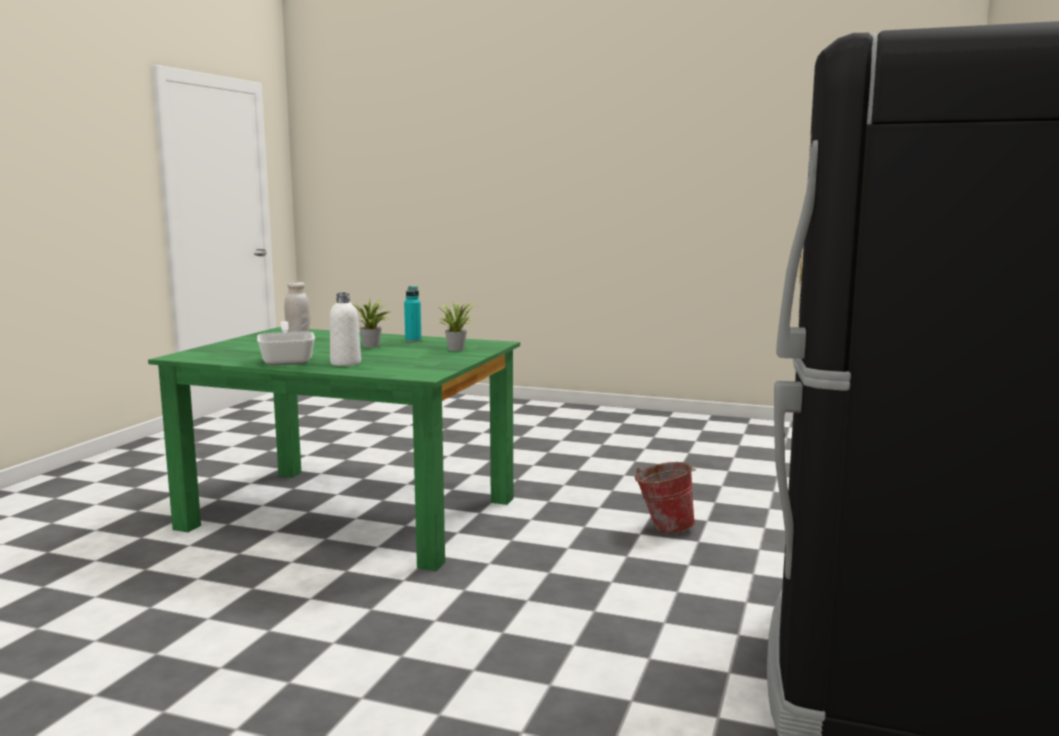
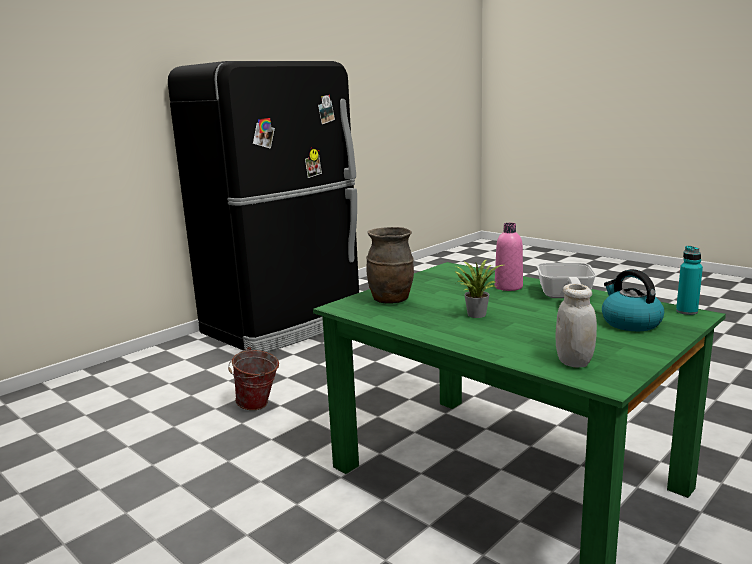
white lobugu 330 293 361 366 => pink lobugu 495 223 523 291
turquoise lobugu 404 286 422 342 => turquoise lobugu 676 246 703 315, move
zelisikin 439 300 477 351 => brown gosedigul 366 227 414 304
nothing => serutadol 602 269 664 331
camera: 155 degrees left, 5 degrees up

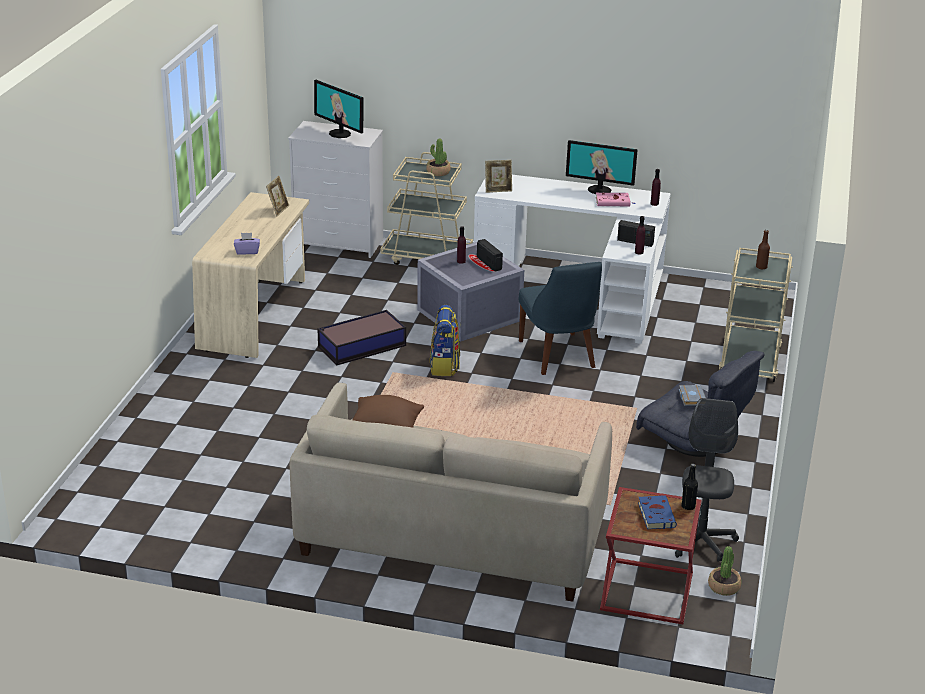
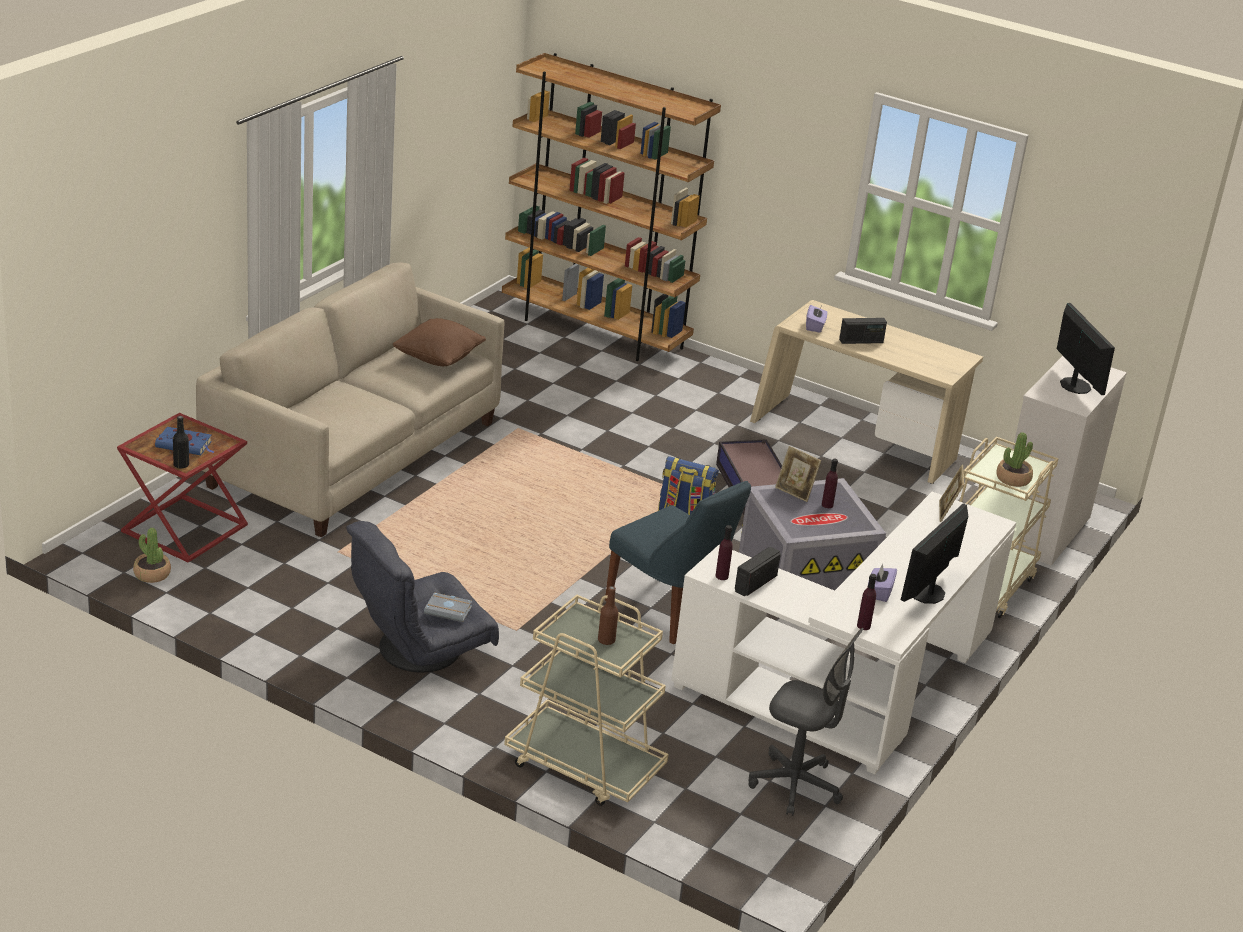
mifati 266 176 289 217 => mifati 775 446 821 502, move
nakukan 314 80 364 138 => nakukan 1057 303 1115 395, 105 degrees clockwise
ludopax 477 239 503 272 => ludopax 839 318 887 344, move
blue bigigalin 519 262 602 375 => blue bigigalin 605 481 751 644, 135 degrees counterclockwise
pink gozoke 596 193 635 206 => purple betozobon 868 563 897 602
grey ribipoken 675 398 739 562 => grey ribipoken 749 628 864 816, move
nothing => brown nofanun 502 53 721 361
camera: 105 degrees right, 0 degrees up

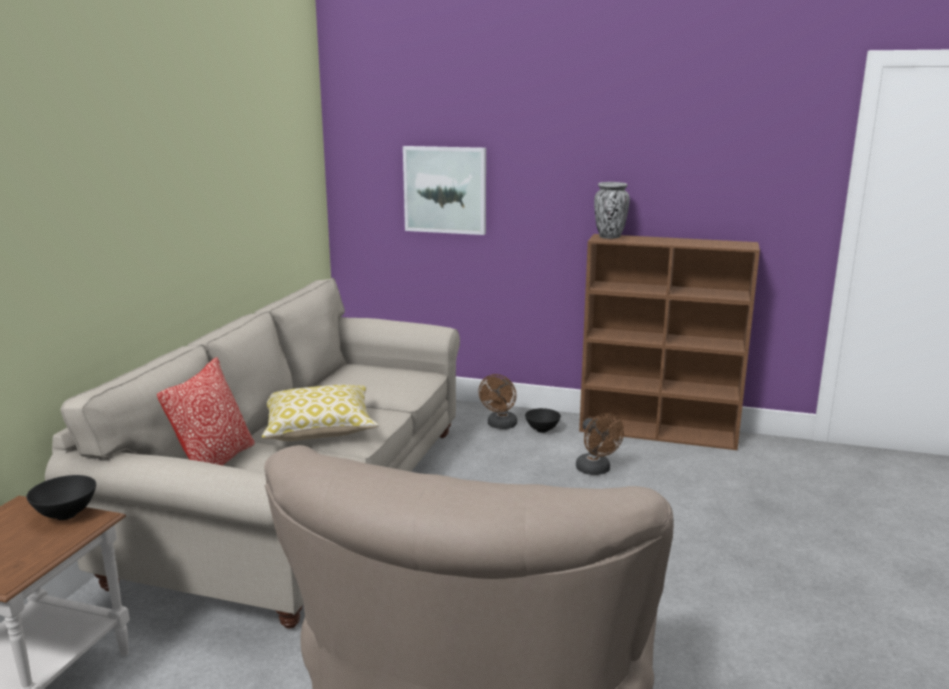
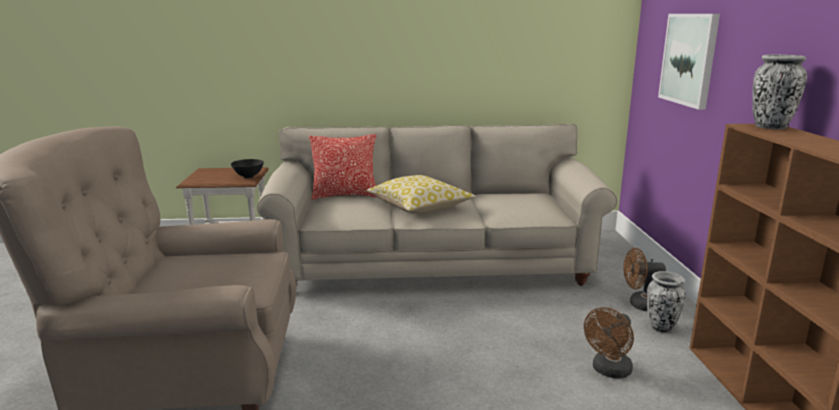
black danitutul 525 408 561 433 => gosedigul 647 271 686 333
camera: 70 degrees right, 0 degrees up

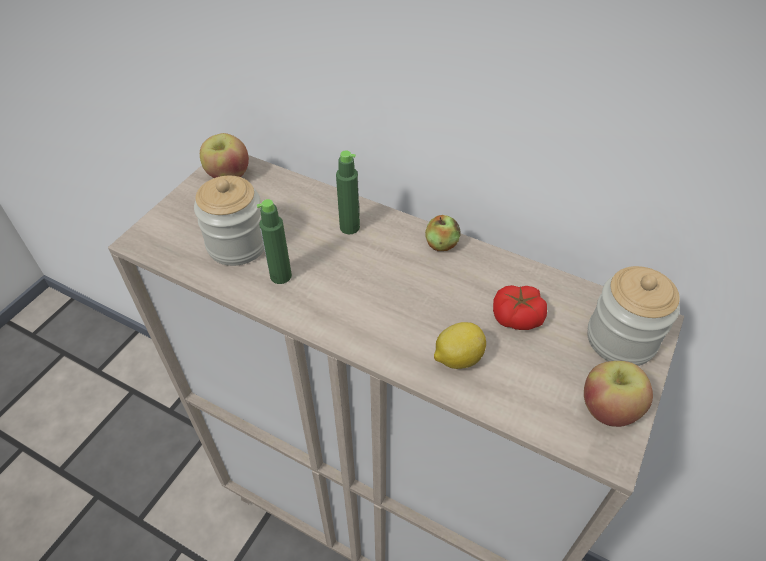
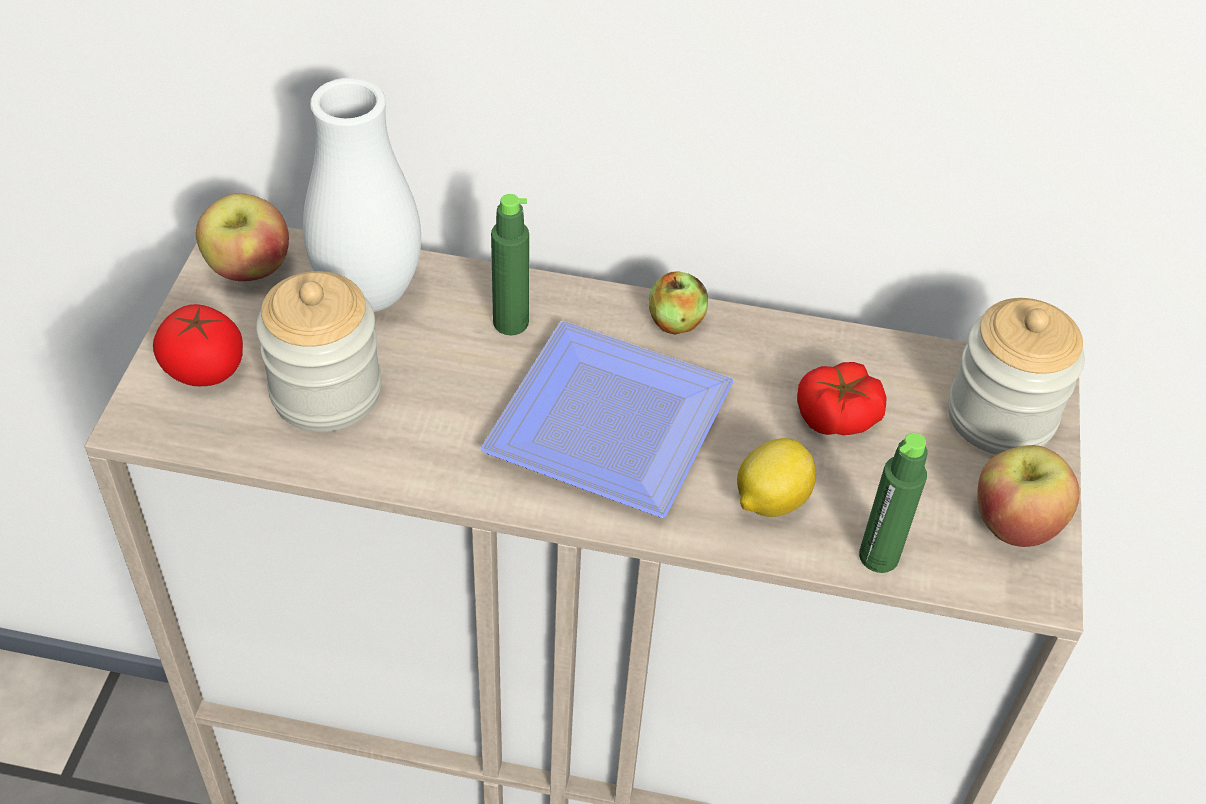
green lobugu 257 199 292 284 => green lobugu 859 433 928 573, move
nothing => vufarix 153 304 243 386
nothing => white gosedigul 303 78 421 312
nothing => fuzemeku 480 321 734 518
camera: 20 degrees left, 0 degrees up

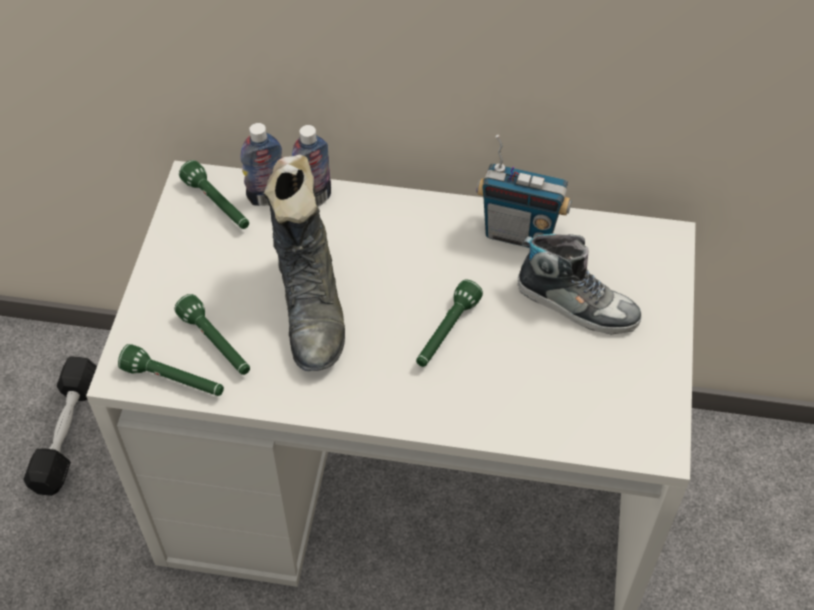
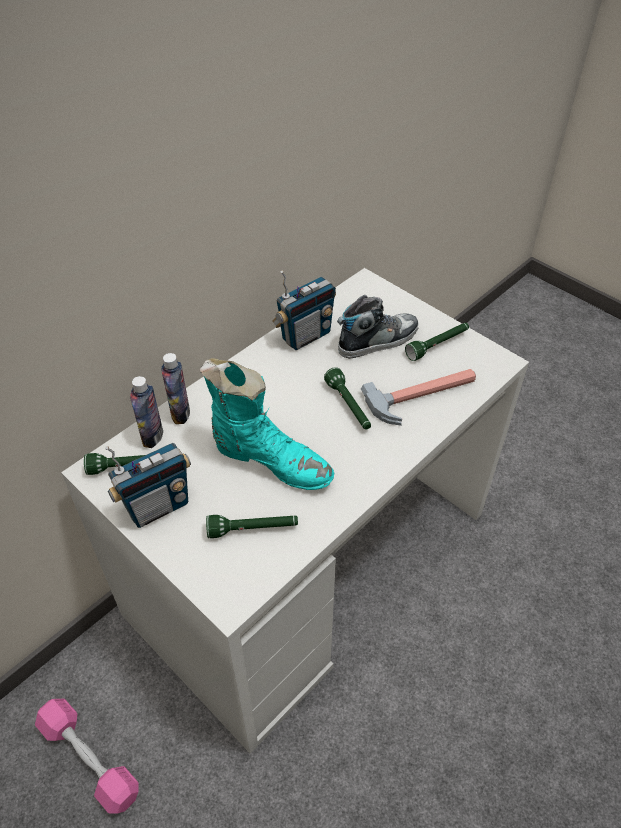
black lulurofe 24 356 97 496 => pink lulurofe 35 699 139 814
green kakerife 118 344 224 396 => green kakerife 405 323 469 361, move
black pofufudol 264 154 345 371 => turquoise pofufudol 200 358 334 490
nothing => ludopax 105 443 191 528
nothing => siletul 361 369 476 426
camera: 55 degrees left, 5 degrees down

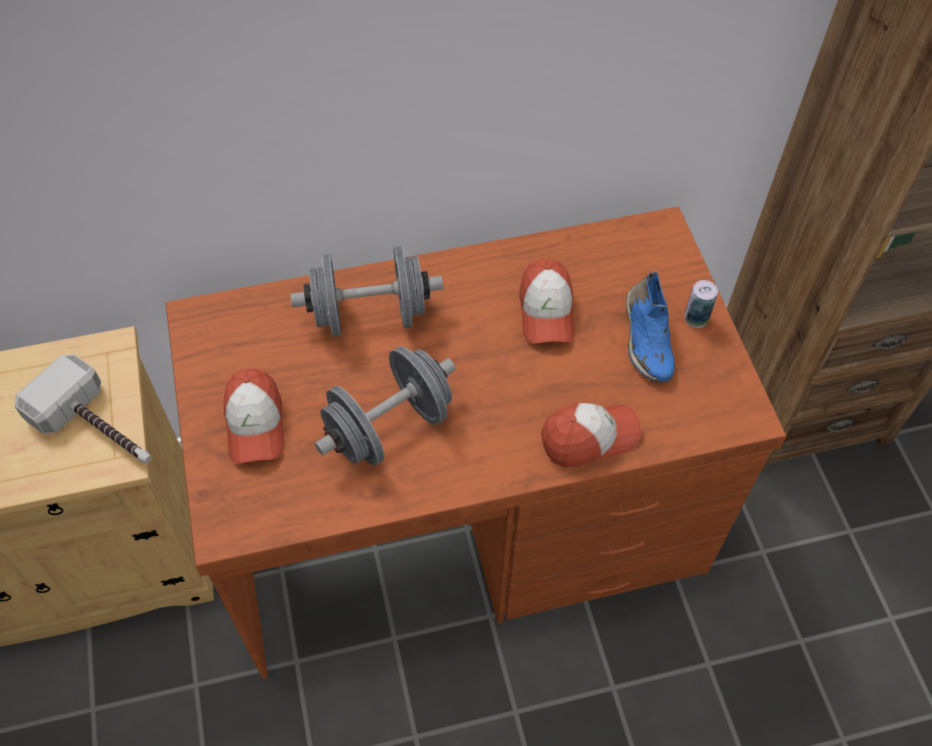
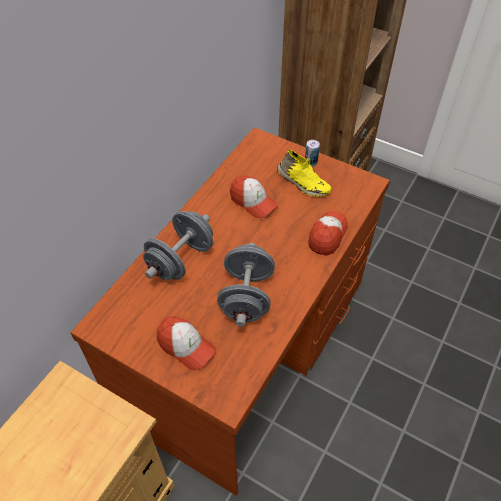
siletul 15 355 151 463 => nothing
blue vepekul 626 271 674 382 => yellow vepekul 277 149 332 196
camera: 45 degrees left, 5 degrees down

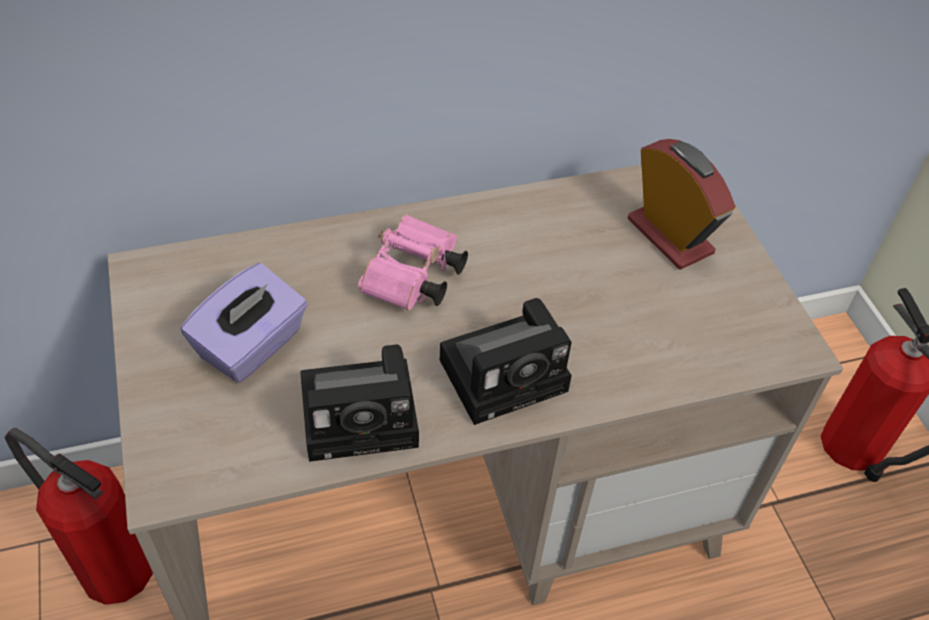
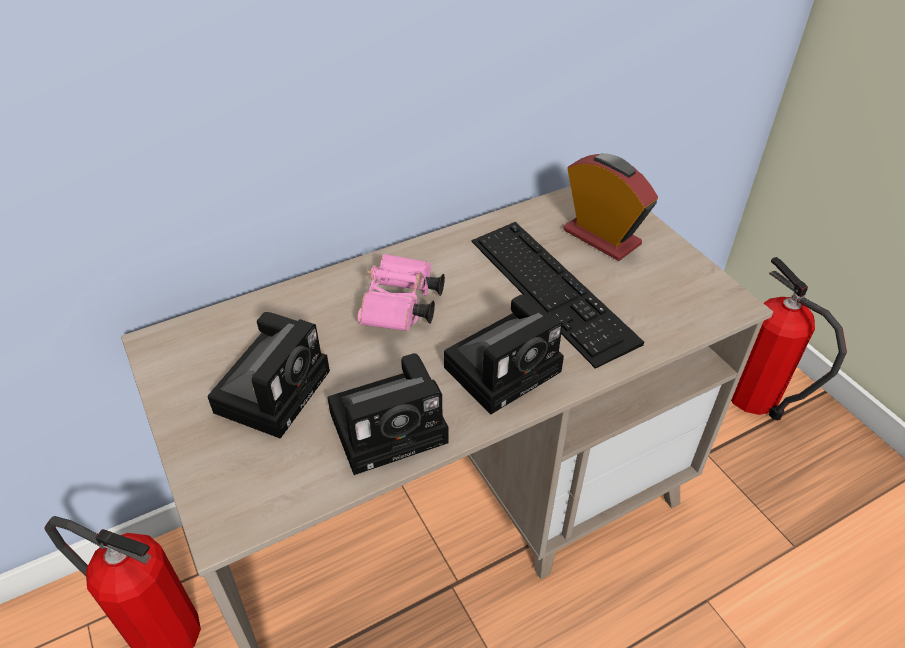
purple betozobon 181 263 308 383 => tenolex 208 312 330 439
nothing => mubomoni 471 222 644 369
camera: 10 degrees left, 5 degrees down

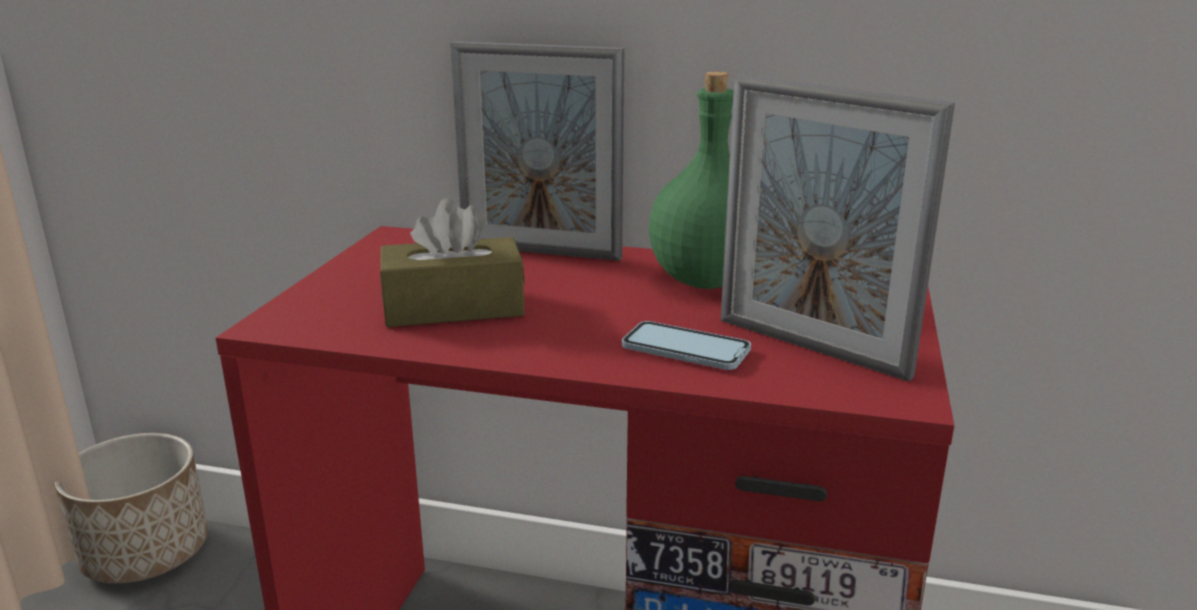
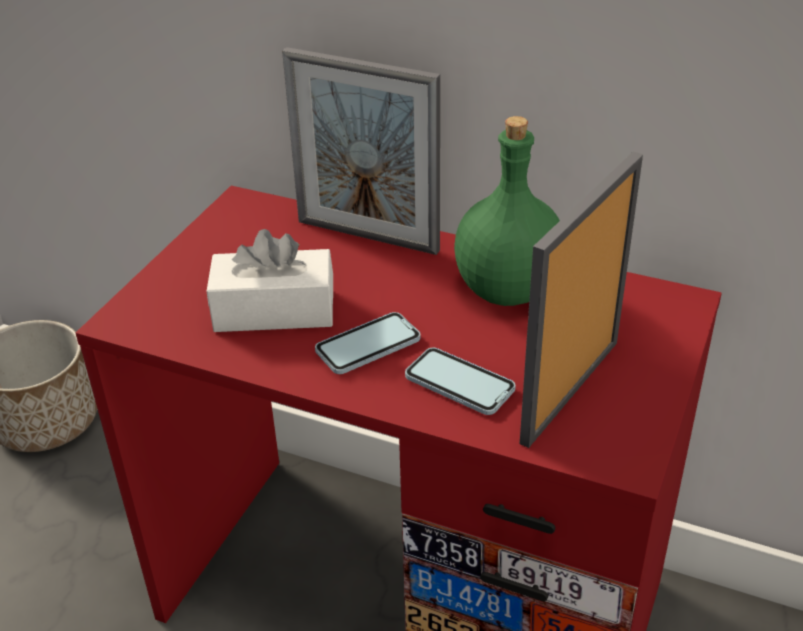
brown betozobon 380 198 525 327 => white betozobon 207 229 333 332
mifati 721 75 955 382 => mifati 520 152 643 448, 75 degrees clockwise
nothing => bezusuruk 315 312 421 374
camera: 10 degrees right, 15 degrees up

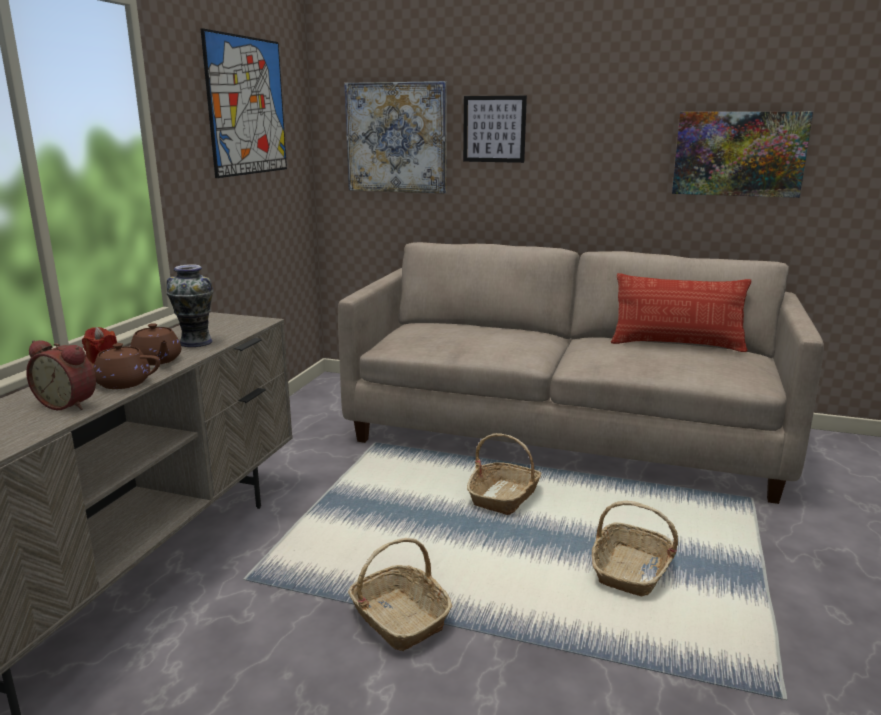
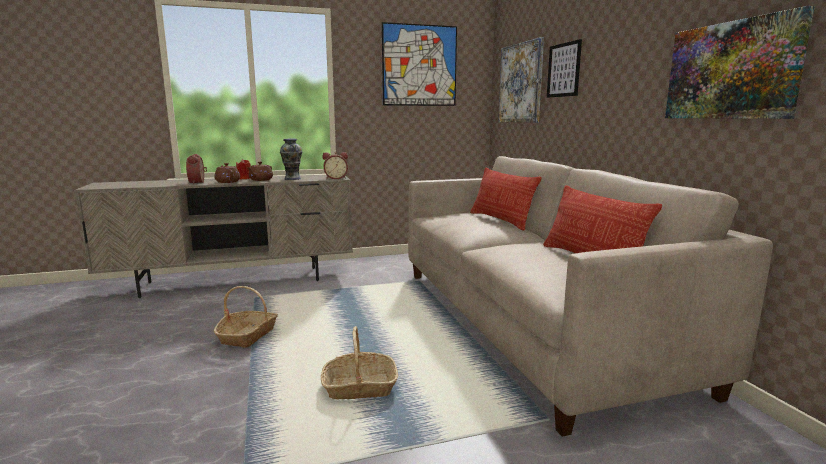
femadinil 467 433 541 515 => nothing
nothing => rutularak 322 152 348 179
nothing => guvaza 470 168 542 230
camera: 55 degrees right, 5 degrees down

